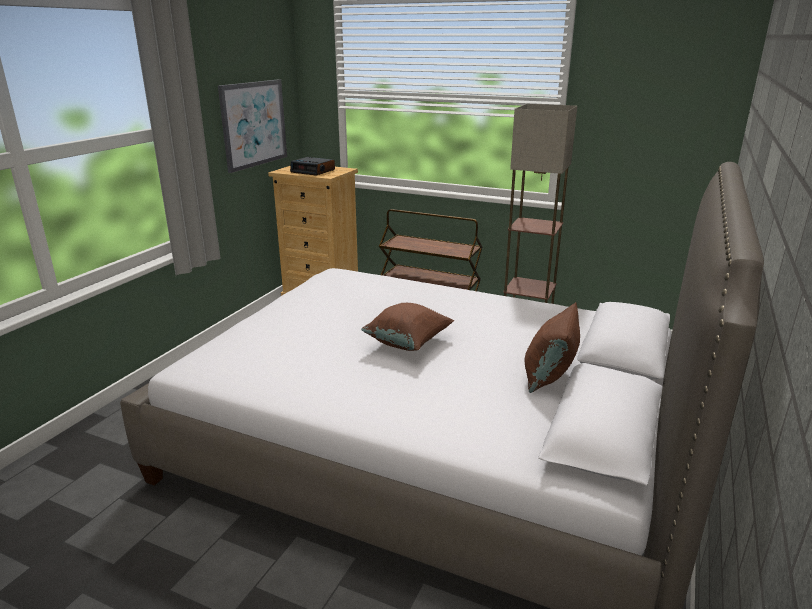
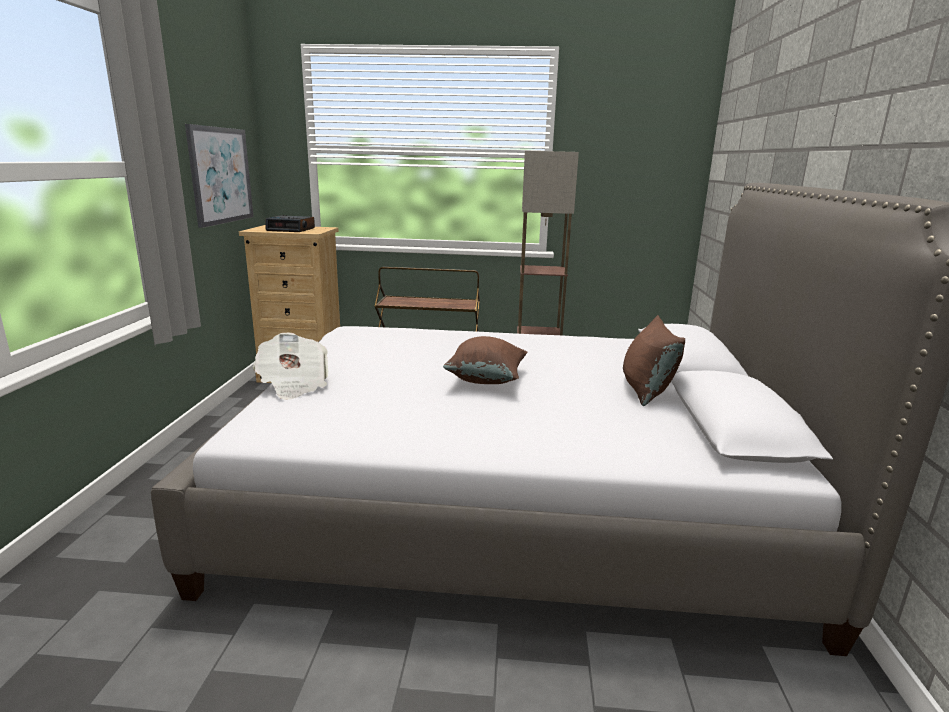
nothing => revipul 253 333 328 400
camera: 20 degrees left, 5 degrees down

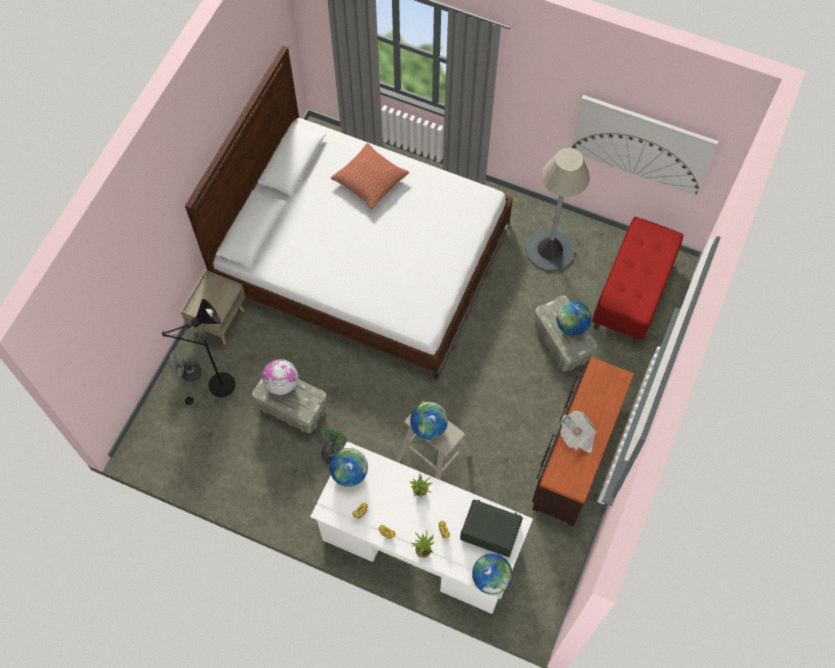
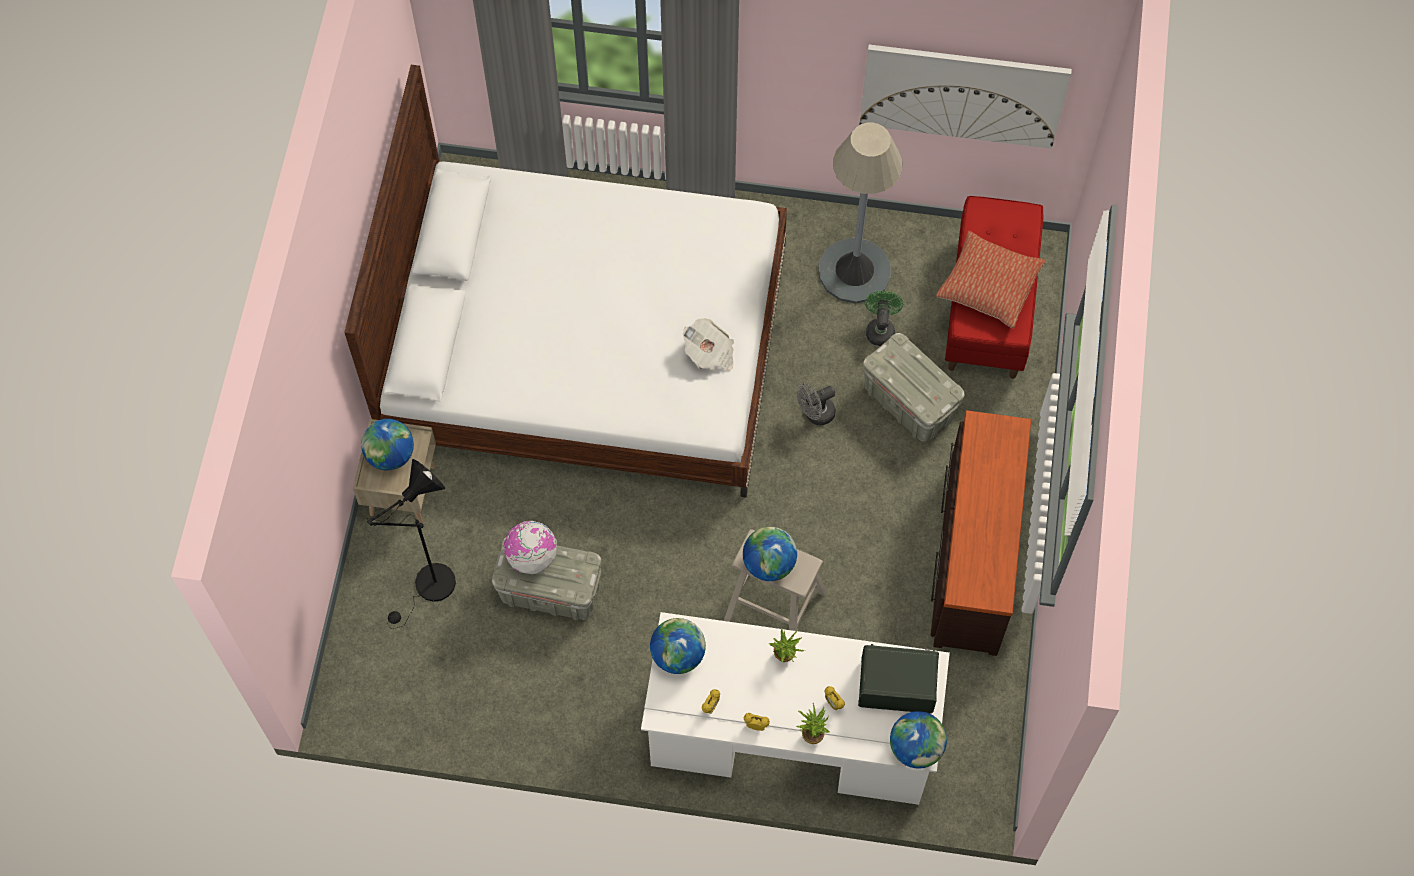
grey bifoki 169 351 201 382 => grey bifoki 797 383 836 425, move
green bifoki 321 428 348 464 => green bifoki 865 291 903 346, move
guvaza 330 143 409 209 => guvaza 936 231 1046 328, move
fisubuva 556 301 591 336 => fisubuva 361 419 414 471, move
revipul 560 411 597 453 => revipul 683 319 734 371, move
camera: 15 degrees left, 0 degrees up

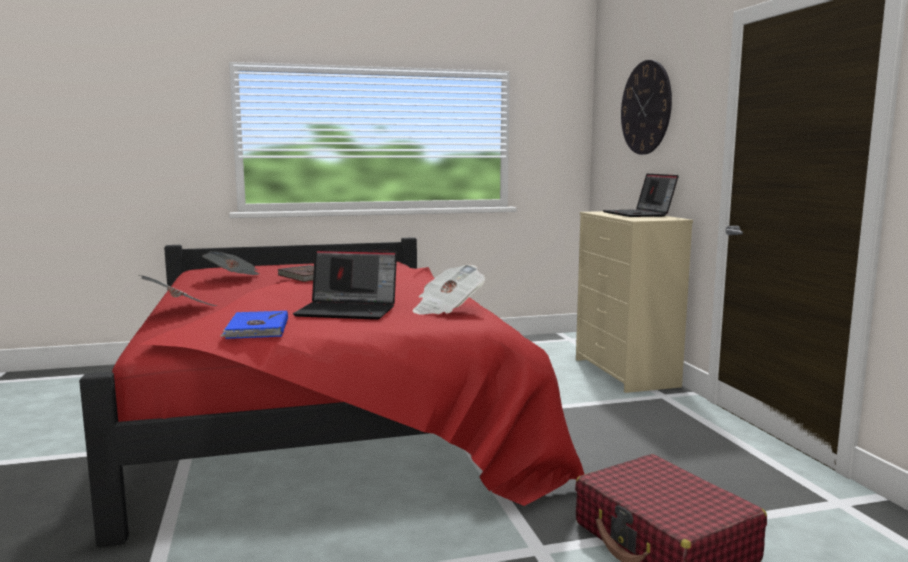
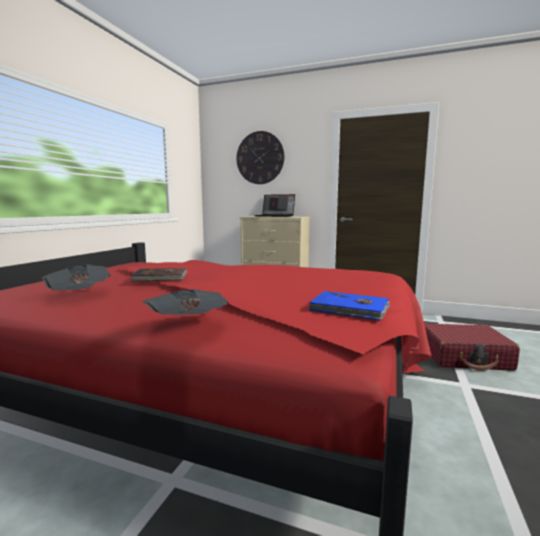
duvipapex 293 249 397 320 => nothing
revipul 413 264 485 315 => nothing
camera: 55 degrees left, 0 degrees up

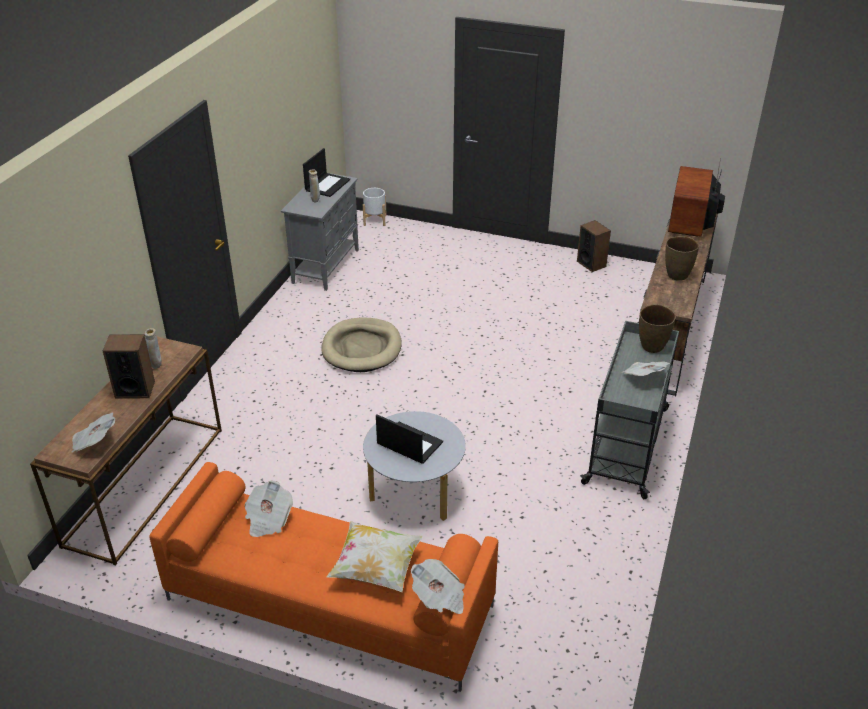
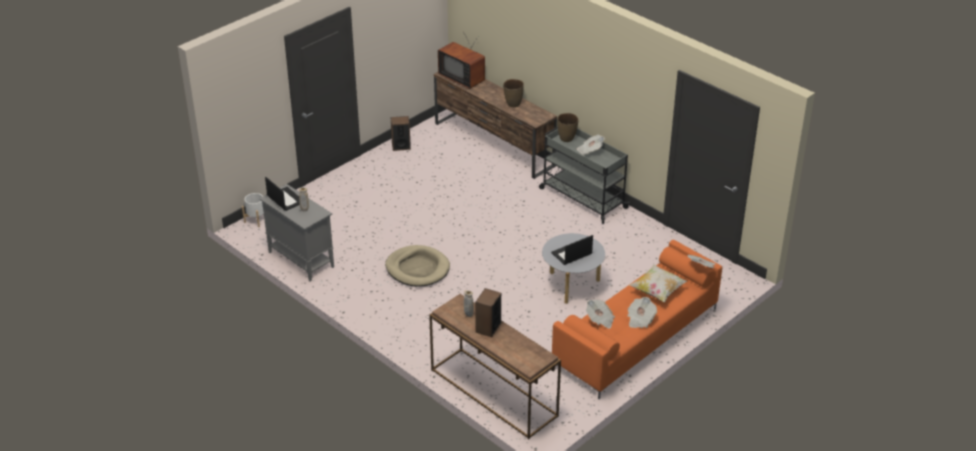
revipul 72 413 115 452 => revipul 627 297 657 328, move
camera: 65 degrees left, 0 degrees up

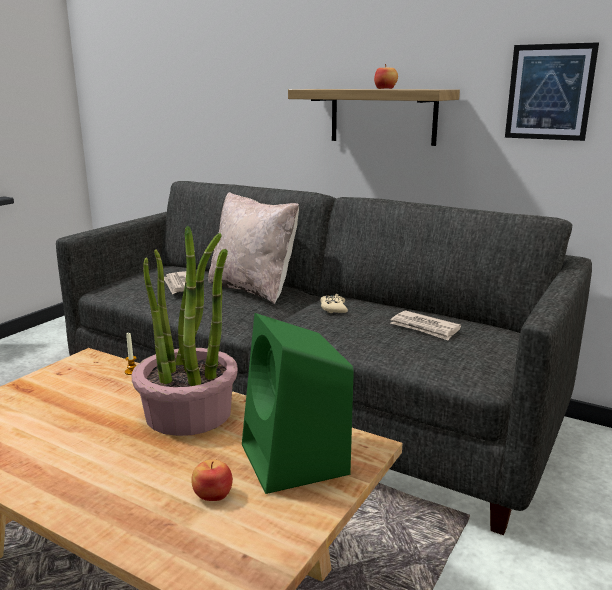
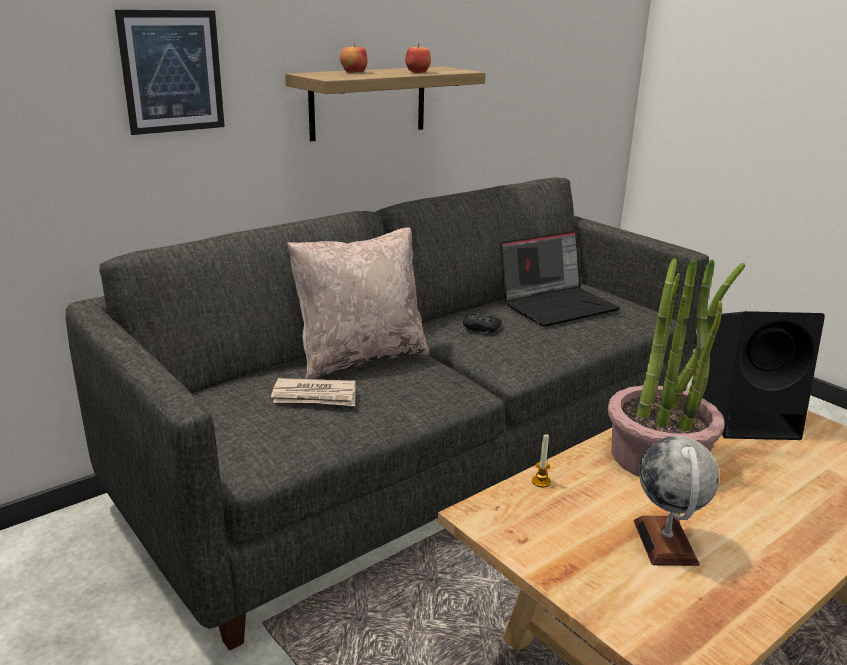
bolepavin 191 460 233 501 => bolepavin 340 43 367 73, move
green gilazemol 242 313 354 494 => black gilazemol 703 311 825 440
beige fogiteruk 320 294 348 313 => black fogiteruk 463 312 502 333
revipul 390 310 461 341 => duvipapex 500 230 620 327
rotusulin 505 42 599 141 => rotusulin 115 10 225 135, move
nothing => fisubuva 634 436 719 566
camera: 70 degrees left, 5 degrees up

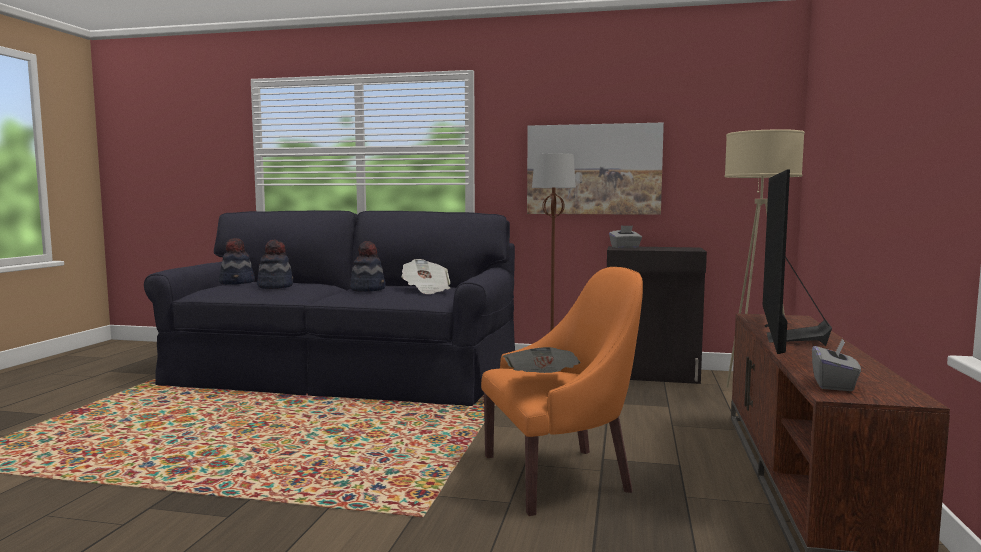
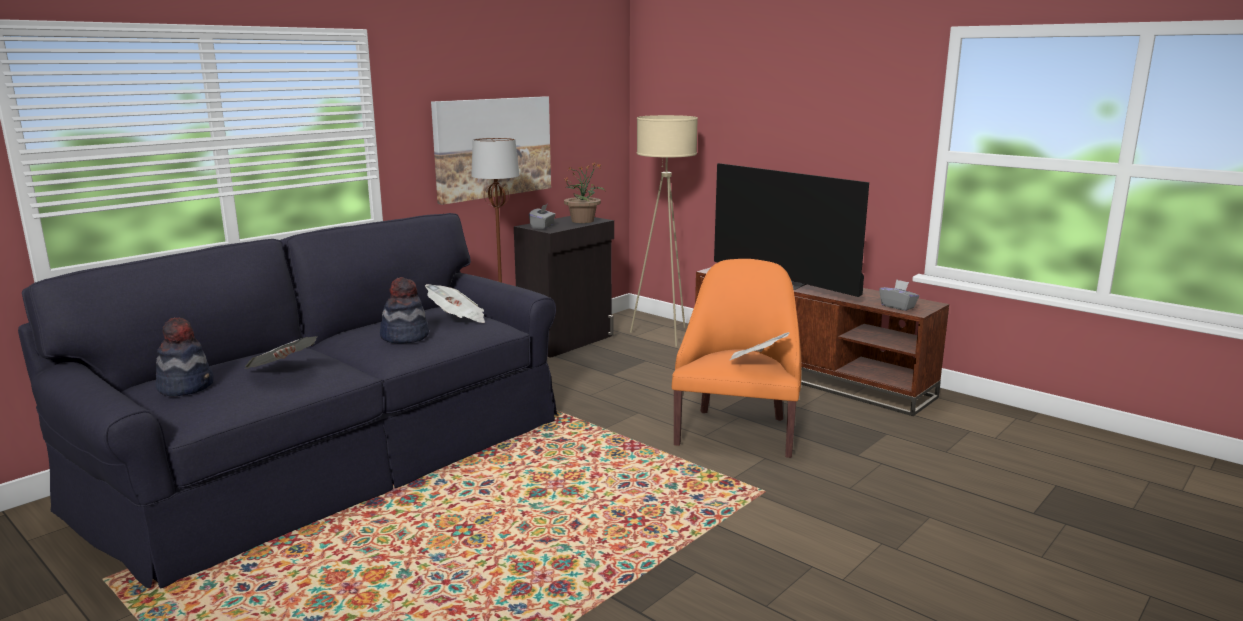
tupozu 257 240 293 289 => revipul 244 336 317 369
nothing => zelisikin 564 162 605 223
camera: 60 degrees left, 10 degrees up

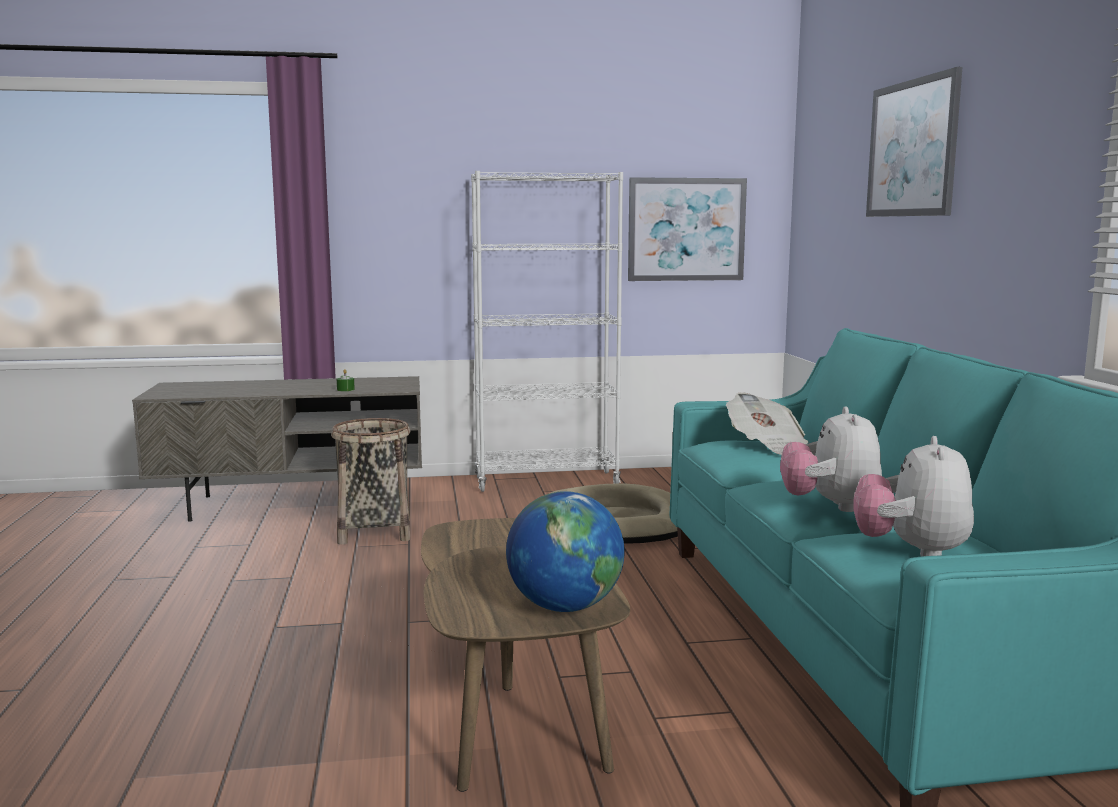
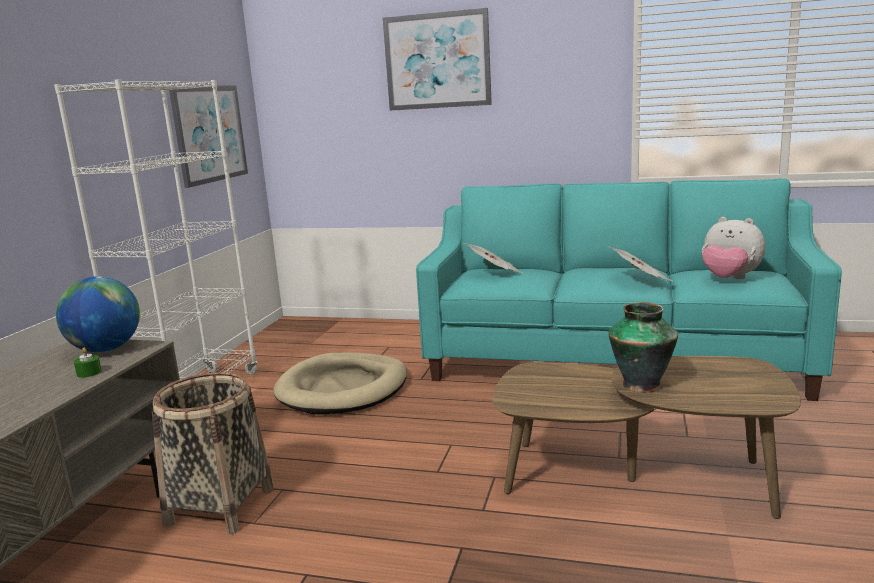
fisubuva 506 491 625 612 => fisubuva 56 276 140 352, move
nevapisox 780 406 882 512 => revipul 607 246 674 282
nothing => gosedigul 608 302 678 393
camera: 65 degrees left, 5 degrees up

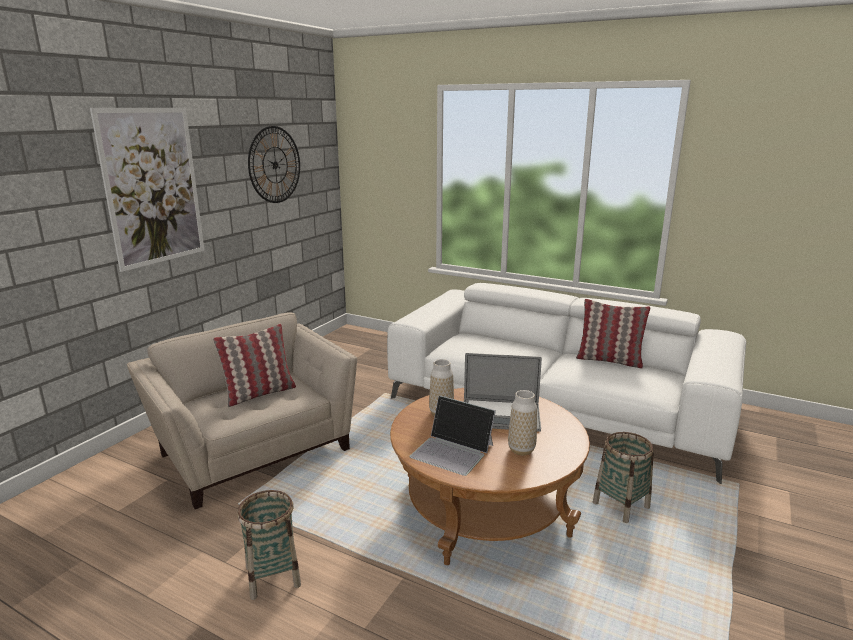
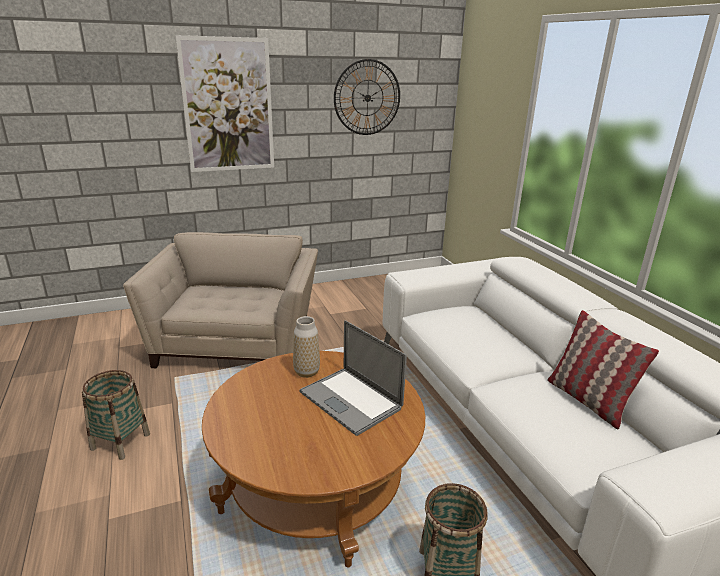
guvaza 213 324 296 407 => nothing
duvipapex 409 395 496 476 => nothing
gosedigul 508 390 537 455 => nothing
camera: 40 degrees right, 5 degrees up

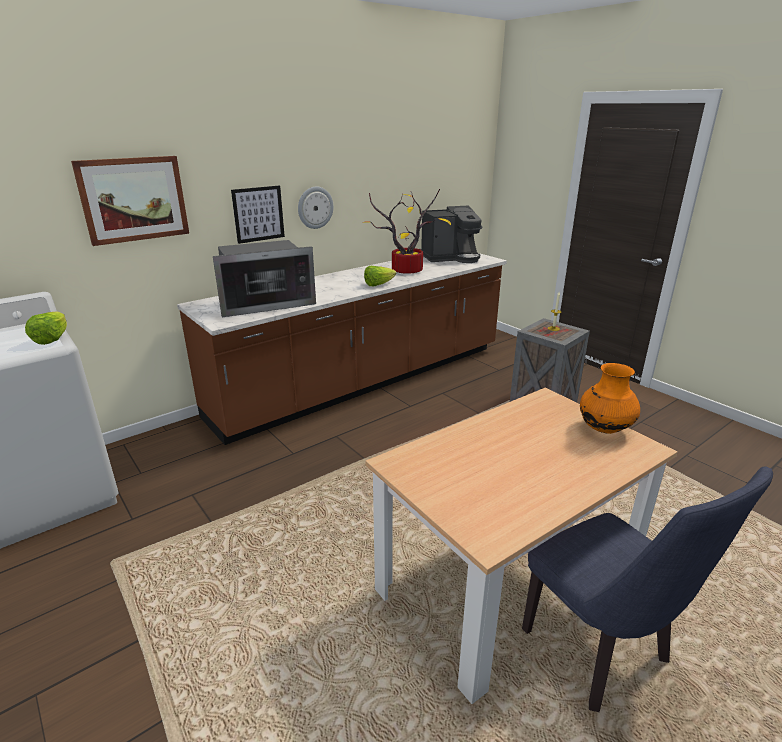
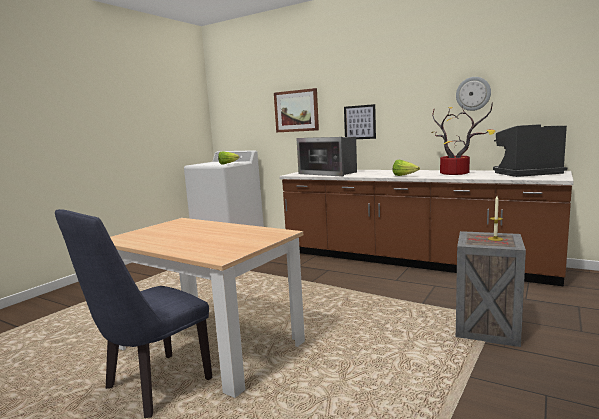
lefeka 298 186 334 229 => lefeka 456 77 491 111, move
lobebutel 420 206 482 263 => lobebutel 493 124 567 177, 120 degrees clockwise
orange gosedigul 580 363 640 434 => nothing
camera: 70 degrees right, 15 degrees down

